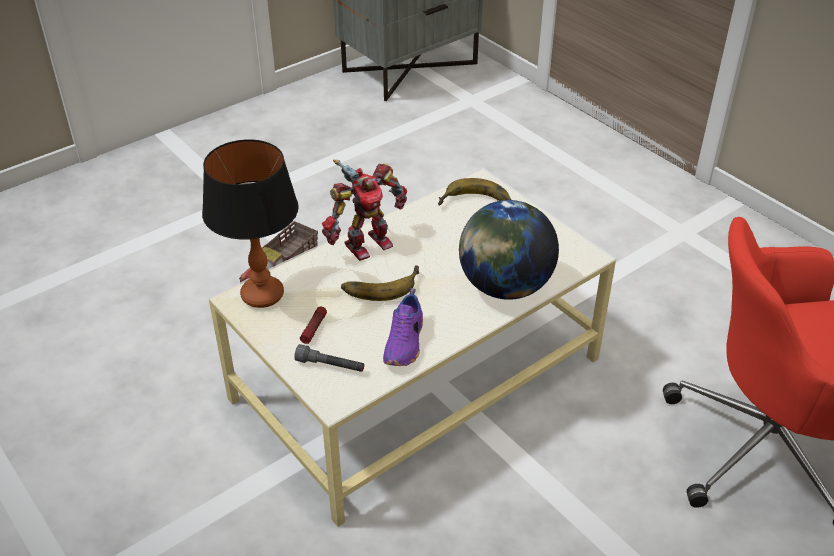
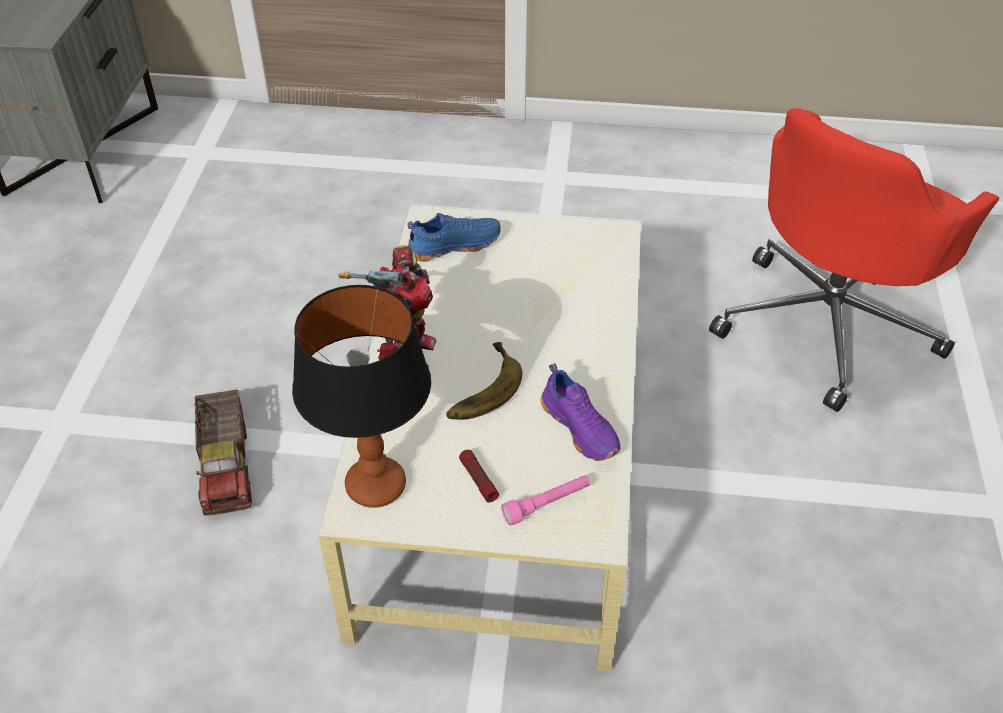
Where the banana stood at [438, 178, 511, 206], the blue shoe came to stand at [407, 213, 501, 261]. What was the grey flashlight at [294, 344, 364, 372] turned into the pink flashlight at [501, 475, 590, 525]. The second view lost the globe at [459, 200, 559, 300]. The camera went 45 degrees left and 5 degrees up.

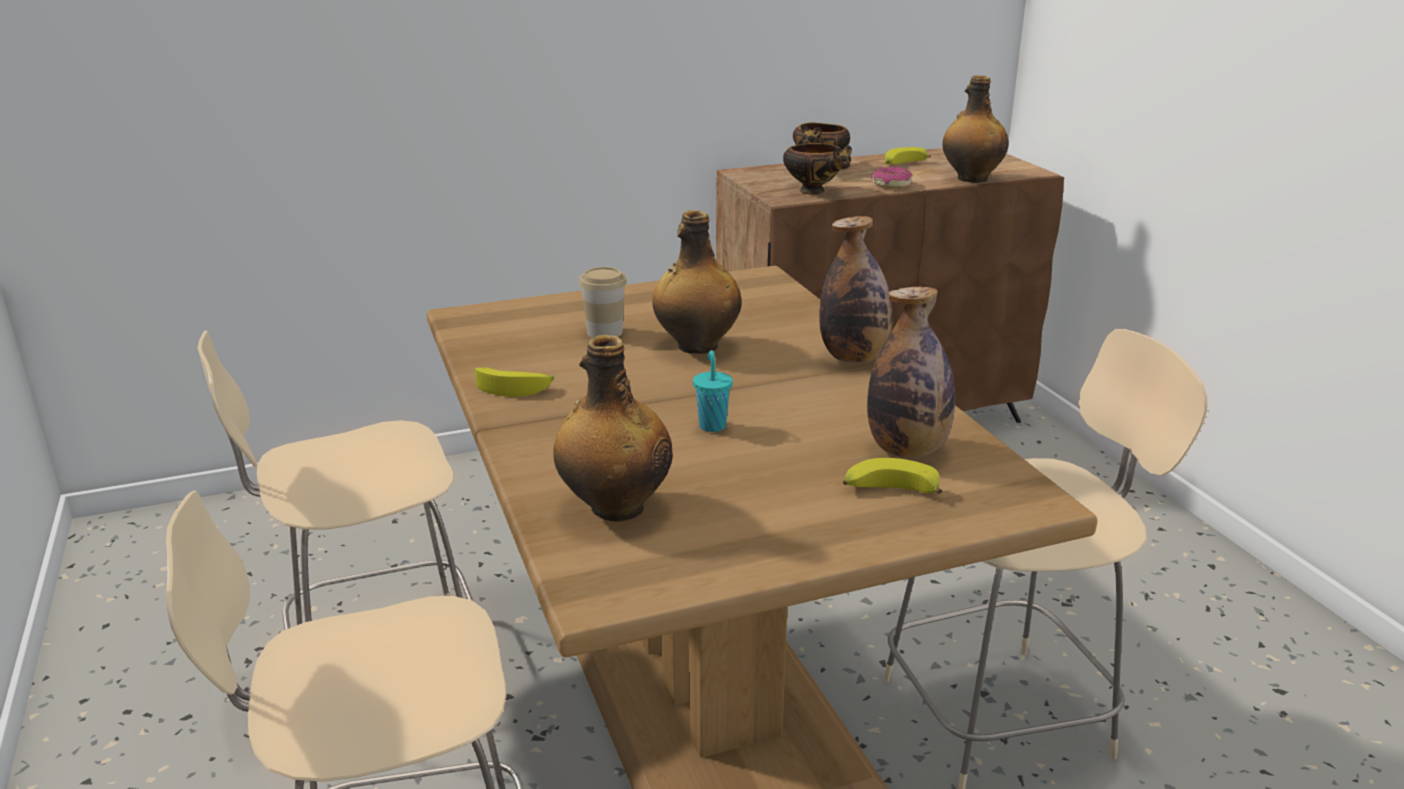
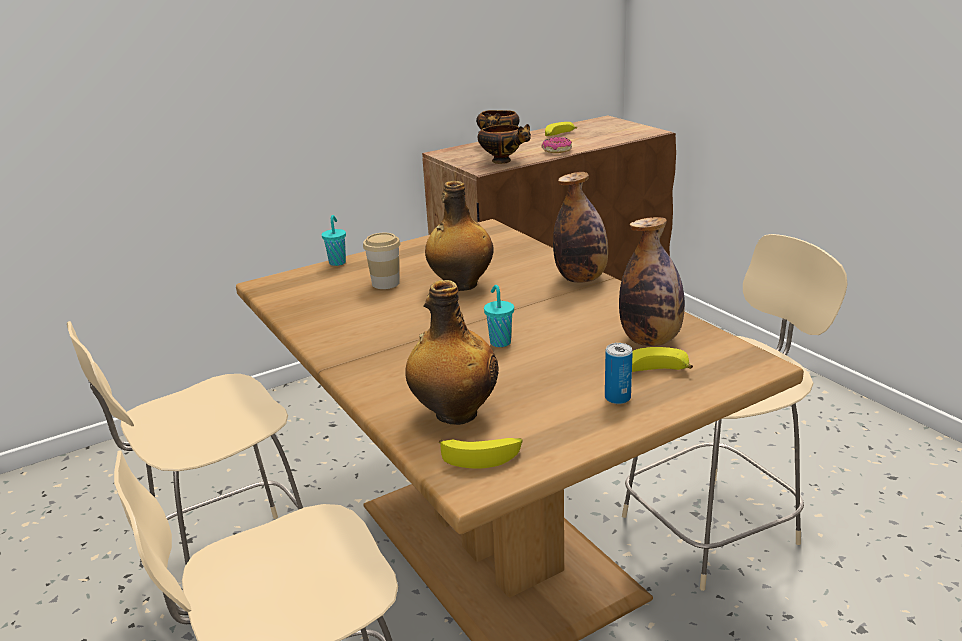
The second view gained the turquoise cup at [322, 215, 346, 266]. The banana ended up elsewhere, having gone from [475, 368, 554, 397] to [439, 438, 523, 469]. The second view gained the can at [605, 343, 633, 404]. The second view lost the bottle at [942, 75, 1009, 183]. The camera went 10 degrees left and 0 degrees up.

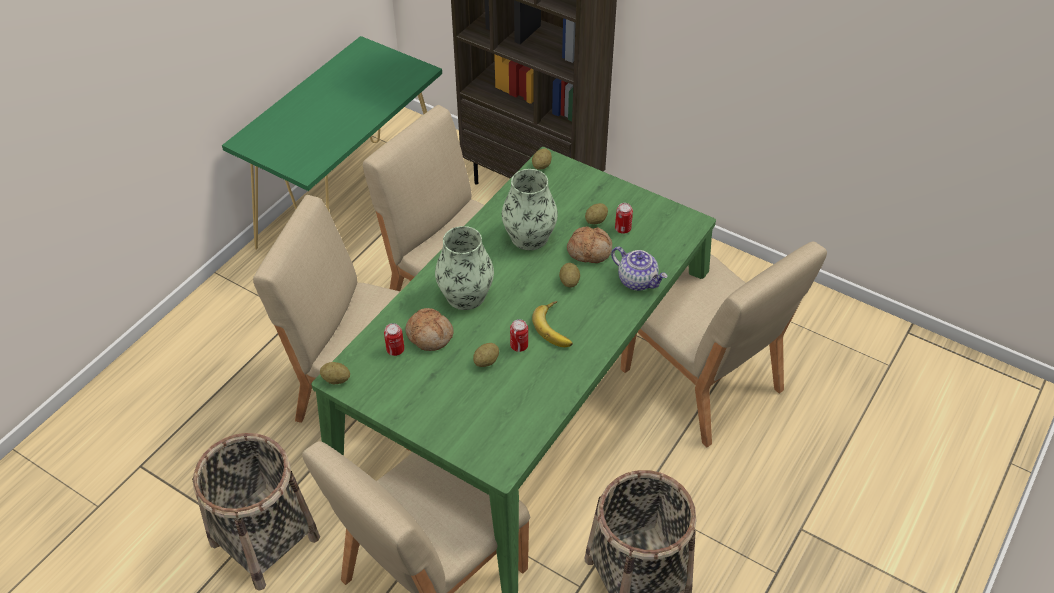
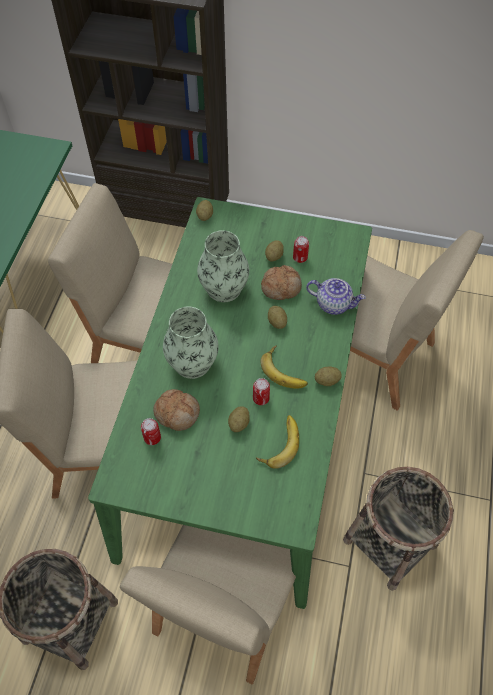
The second view gained the banana at [256, 415, 299, 469]. The potato ended up elsewhere, having gone from [320, 362, 350, 384] to [315, 366, 342, 386]. The camera went 20 degrees left and 10 degrees up.

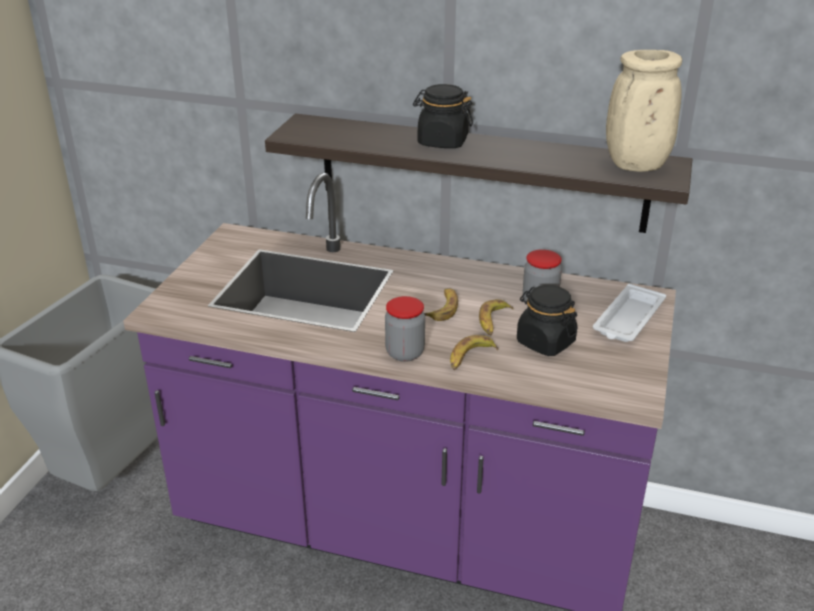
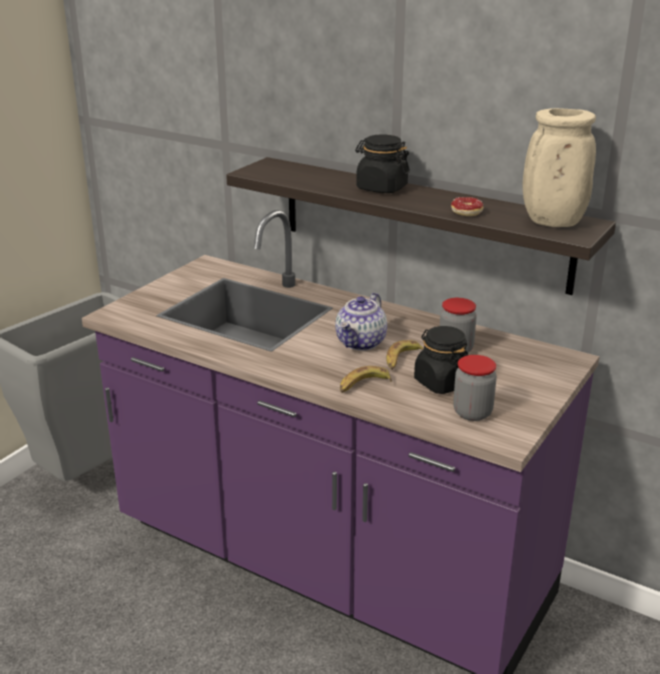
Where the banana stood at [424, 288, 458, 321], the teapot came to stand at [335, 293, 387, 351]. The second view gained the donut at [451, 197, 483, 216]. The jar ended up elsewhere, having gone from [385, 296, 425, 362] to [453, 355, 497, 421]. The second view lost the white tray at [593, 284, 666, 342]. The camera went 15 degrees right and 5 degrees down.

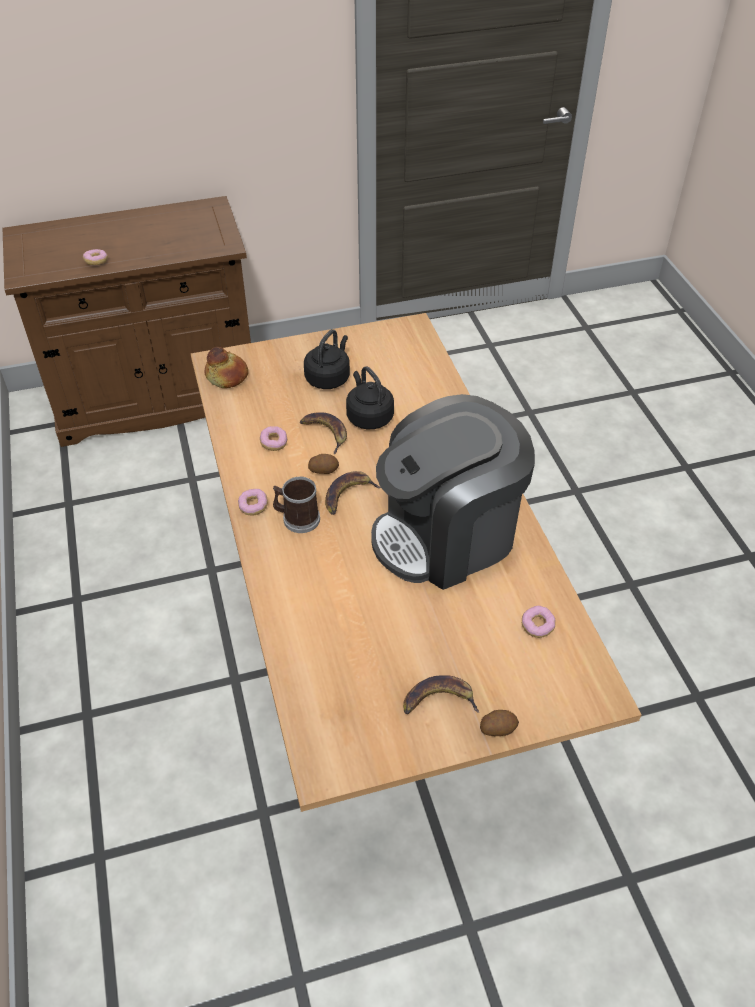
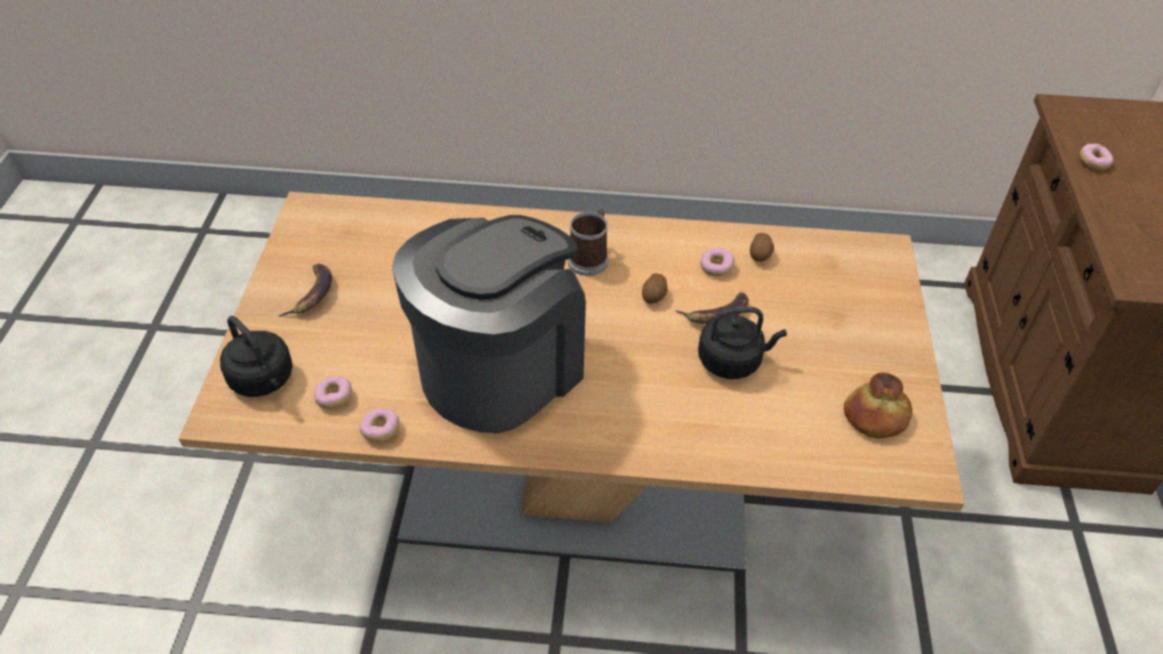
The black kettle ended up elsewhere, having gone from [304, 329, 350, 389] to [220, 316, 293, 397]. The donut ended up elsewhere, having gone from [238, 489, 268, 515] to [359, 408, 400, 442]. The coffee machine at [371, 394, 535, 590] ended up facing another way, 45 degrees clockwise from before. The potato ended up elsewhere, having gone from [480, 710, 519, 736] to [750, 233, 774, 262]. The bread ended up elsewhere, having gone from [204, 347, 248, 388] to [844, 372, 912, 438]. The second view lost the banana at [325, 471, 381, 515]. The camera went 110 degrees right and 0 degrees up.

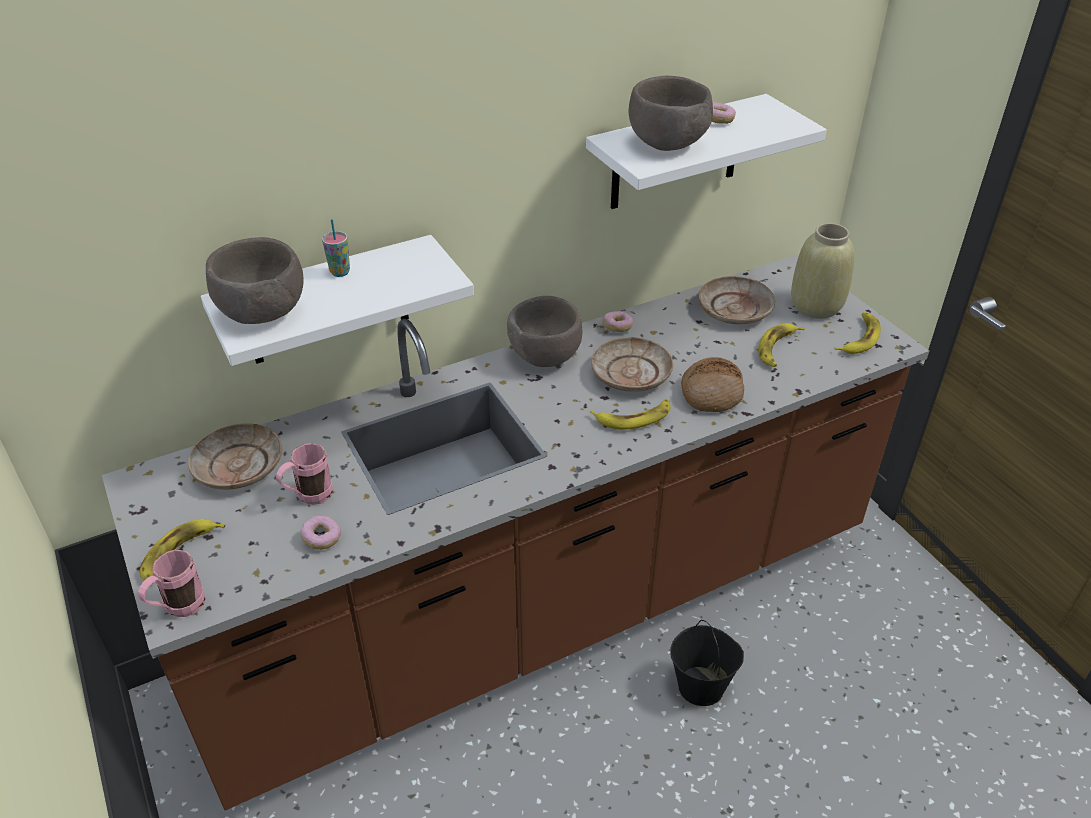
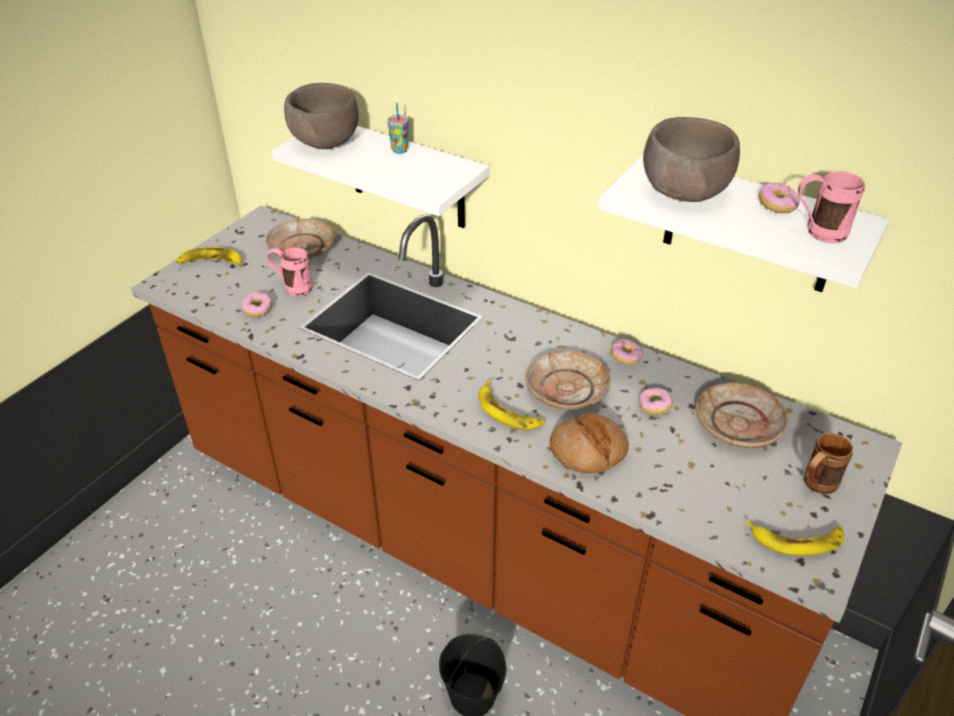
The second view gained the donut at [638, 388, 673, 415]. The pink mug ended up elsewhere, having gone from [138, 550, 205, 617] to [798, 171, 865, 243]. Where the beige vase stood at [791, 223, 855, 319], the brown mug came to stand at [804, 433, 853, 494]. The second view lost the brown bowl at [507, 296, 582, 367]. The second view lost the banana at [758, 323, 805, 367]. The camera went 60 degrees right and 0 degrees up.

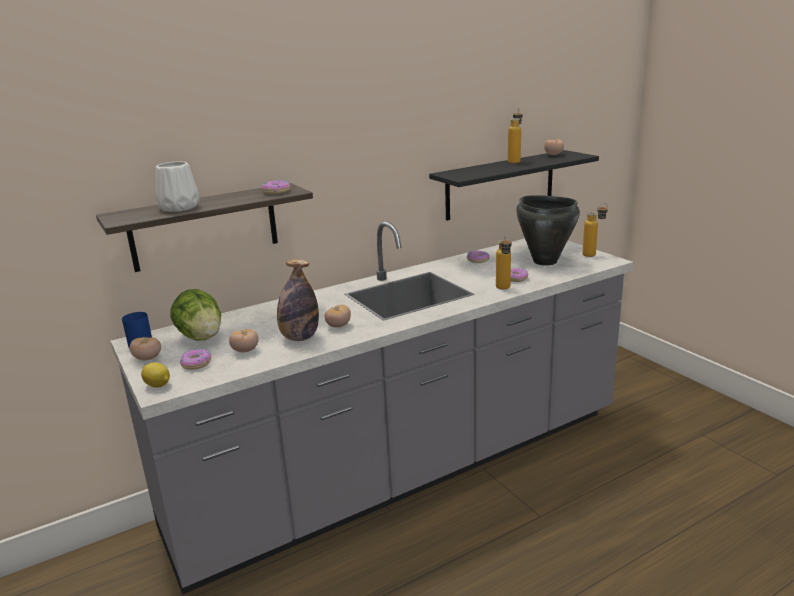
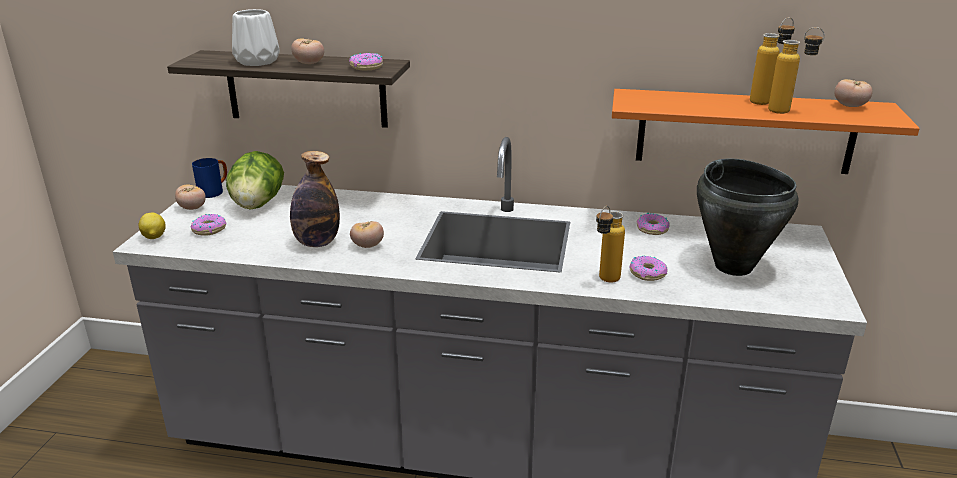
The tomato ended up elsewhere, having gone from [229, 329, 259, 352] to [291, 39, 324, 64]. What was the black shelf at [429, 150, 599, 221] turned into the orange shelf at [612, 89, 920, 174]. The bottle ended up elsewhere, having gone from [582, 203, 608, 257] to [768, 27, 825, 114]. The camera went 40 degrees right and 5 degrees up.

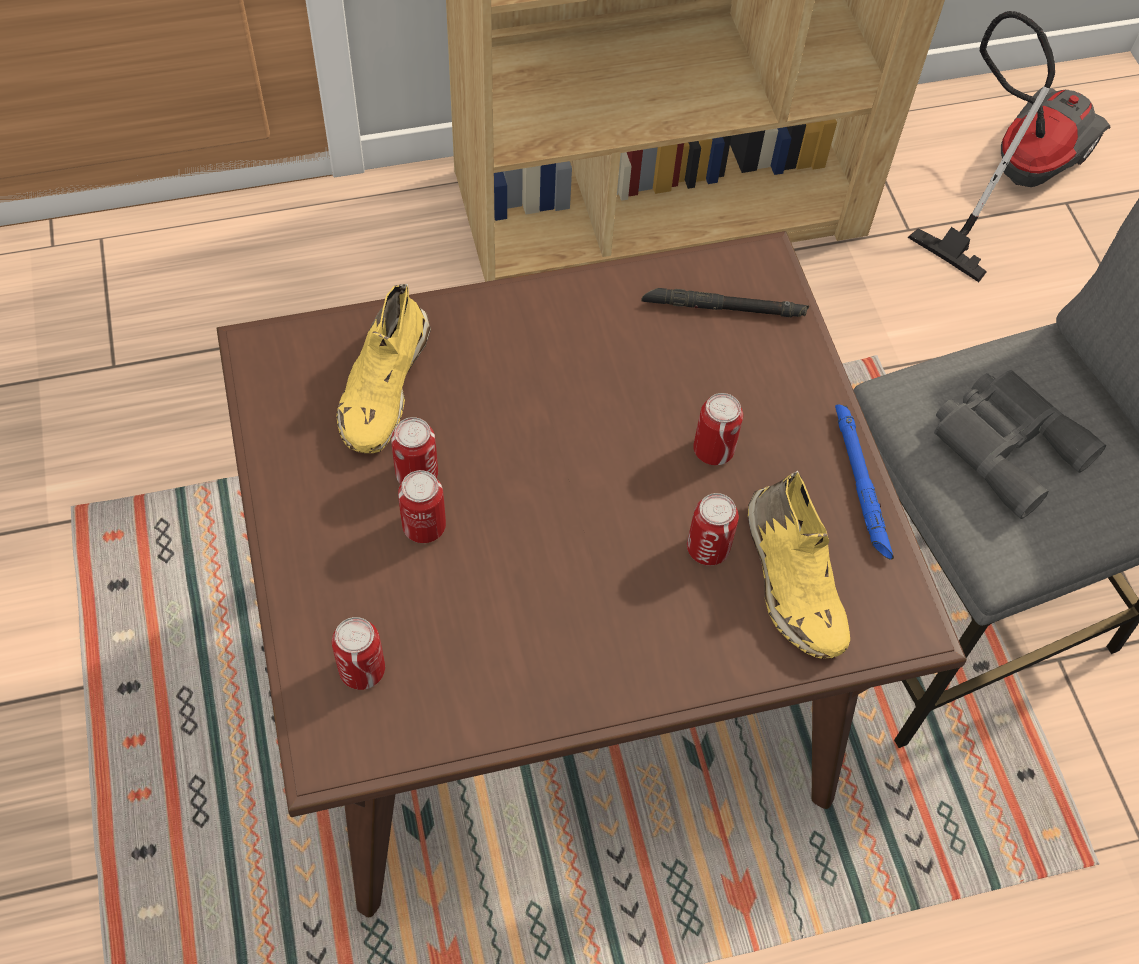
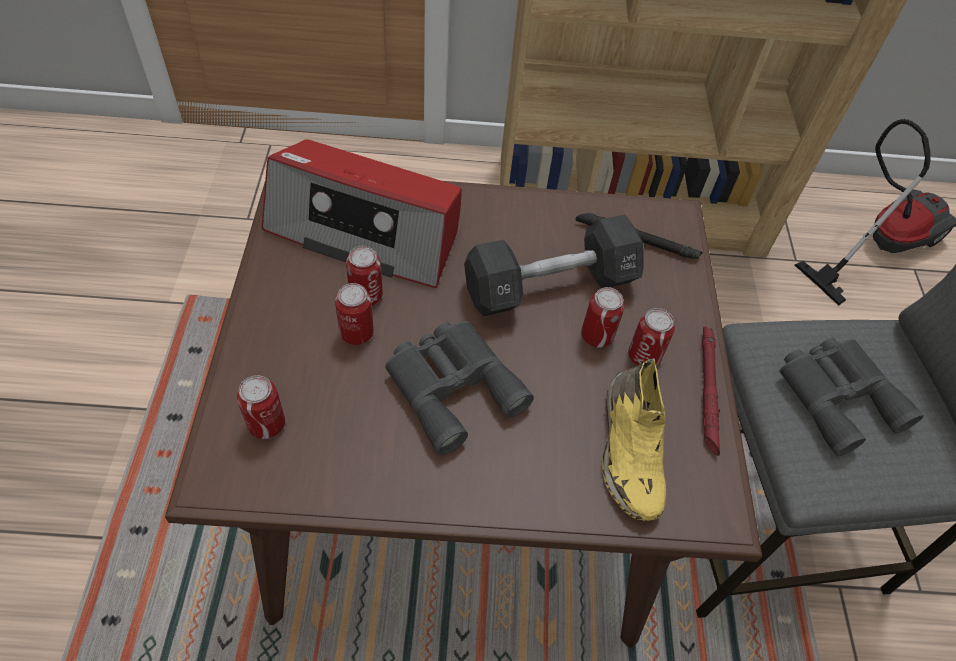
Where the yellow shoe stood at [337, 284, 431, 453], the radio came to stand at [262, 139, 462, 288]. The second view gained the grey binoculars at [385, 321, 534, 455]. The second view gained the black dumbbell at [464, 214, 644, 316]. The can ended up elsewhere, having gone from [687, 493, 739, 566] to [628, 308, 675, 366]. What was the blue flashlight at [835, 404, 894, 559] turned into the red flashlight at [702, 327, 720, 456]. The camera went 15 degrees right and 5 degrees down.

